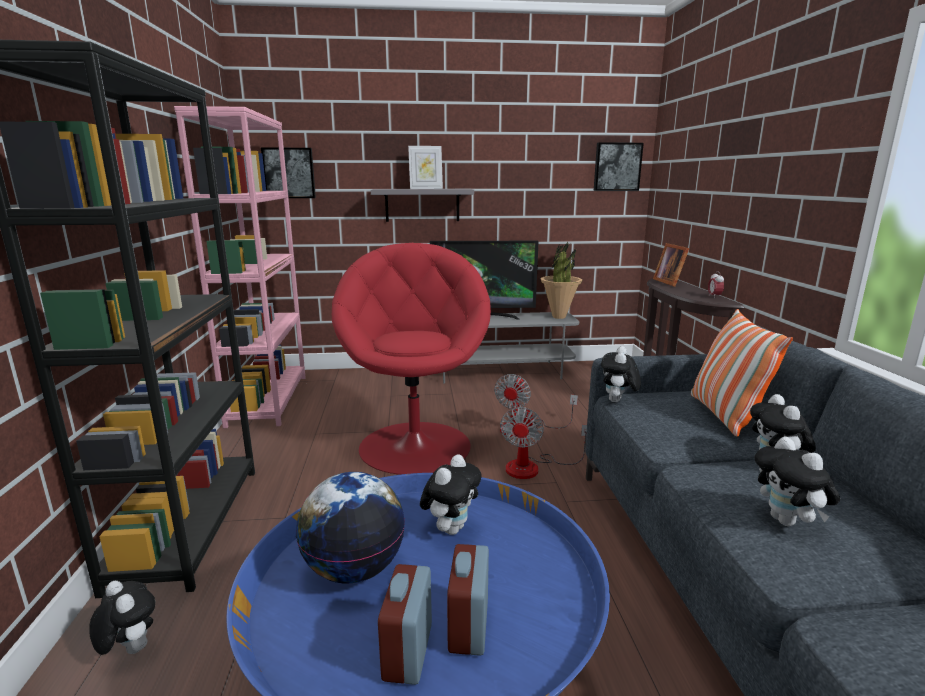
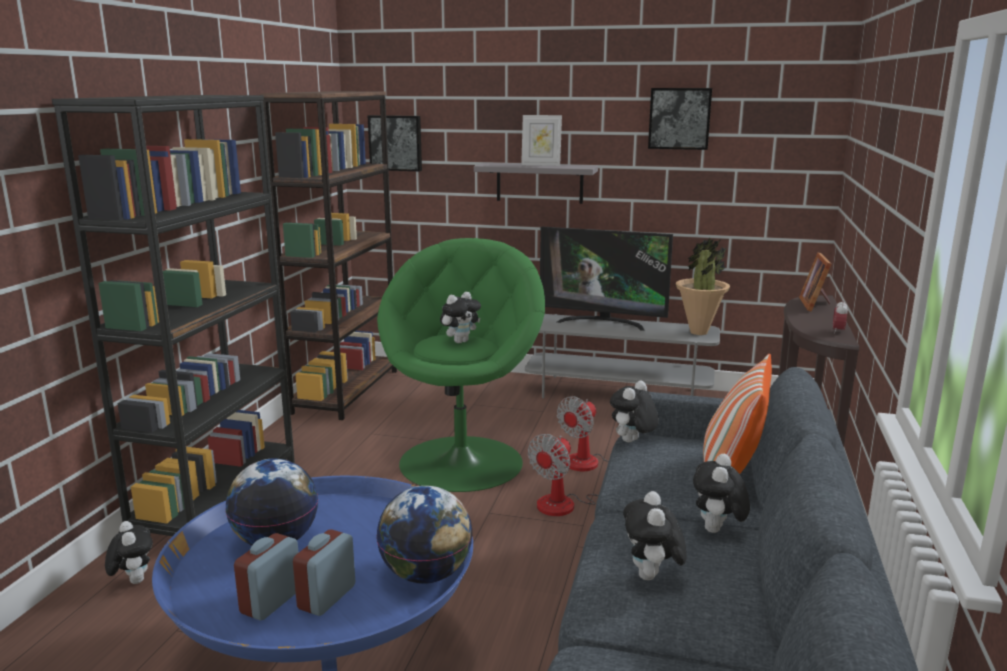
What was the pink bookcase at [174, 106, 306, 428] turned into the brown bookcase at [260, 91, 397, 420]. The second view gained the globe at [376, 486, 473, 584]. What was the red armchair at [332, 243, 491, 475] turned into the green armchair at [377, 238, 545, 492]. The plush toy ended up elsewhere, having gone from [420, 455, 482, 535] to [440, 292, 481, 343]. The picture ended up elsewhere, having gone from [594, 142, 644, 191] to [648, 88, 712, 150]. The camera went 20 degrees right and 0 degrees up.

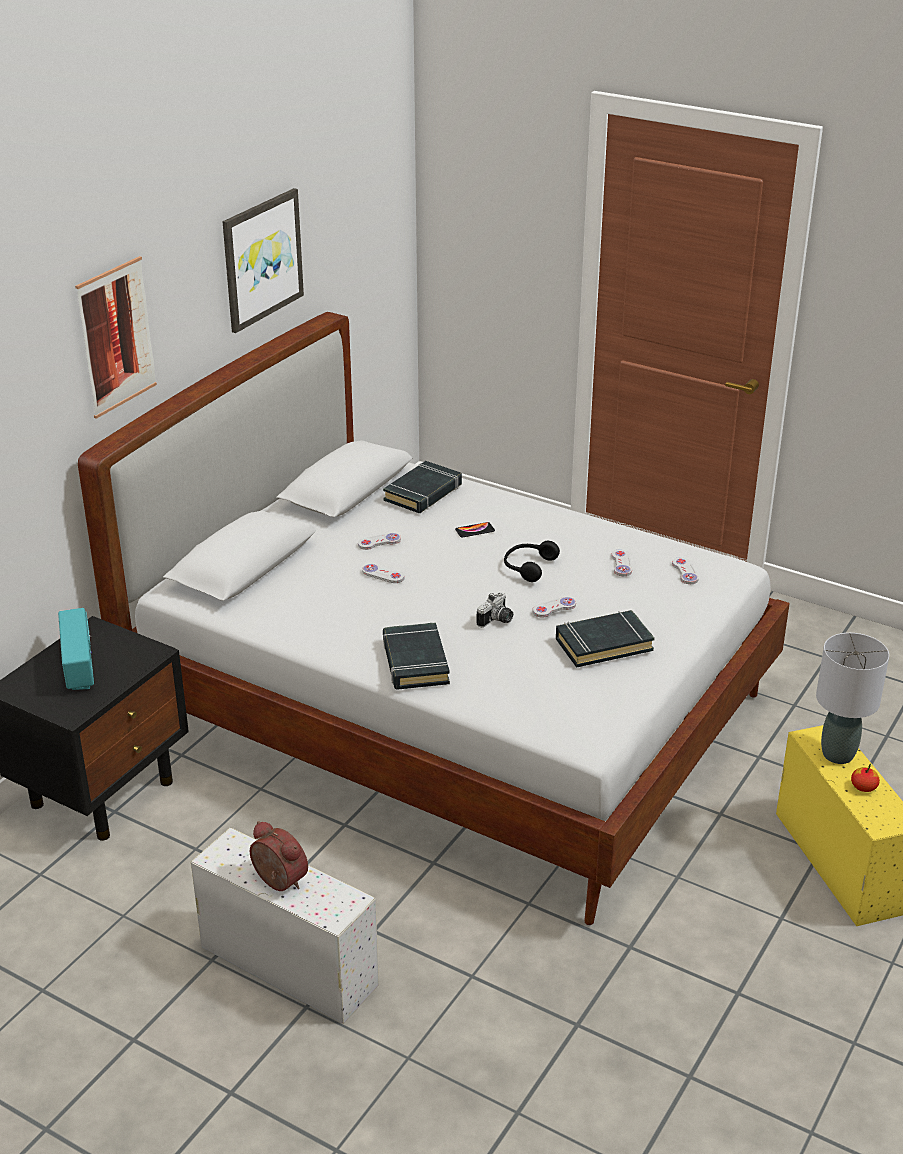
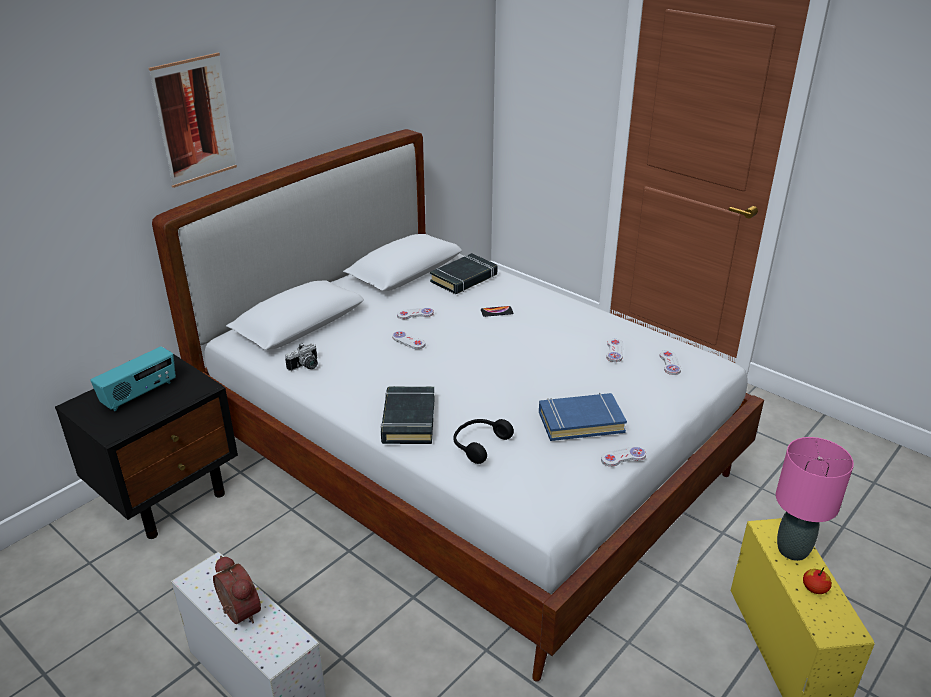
The radio at [58, 608, 94, 690] ended up facing another way, 45 degrees clockwise from before. The photo camera ended up elsewhere, having gone from [477, 592, 513, 628] to [285, 343, 318, 371]. The black headphones ended up elsewhere, having gone from [504, 541, 560, 582] to [453, 419, 514, 464]. What was the black book at [556, 610, 655, 668] turned into the blue book at [539, 393, 627, 441]. The white game controller ended up elsewhere, having gone from [532, 597, 576, 618] to [601, 446, 646, 467]. What was the grey table lamp at [816, 633, 889, 764] turned into the pink table lamp at [776, 437, 854, 561]. The second view lost the picture at [223, 188, 304, 333]. The camera went 10 degrees right and 0 degrees up.

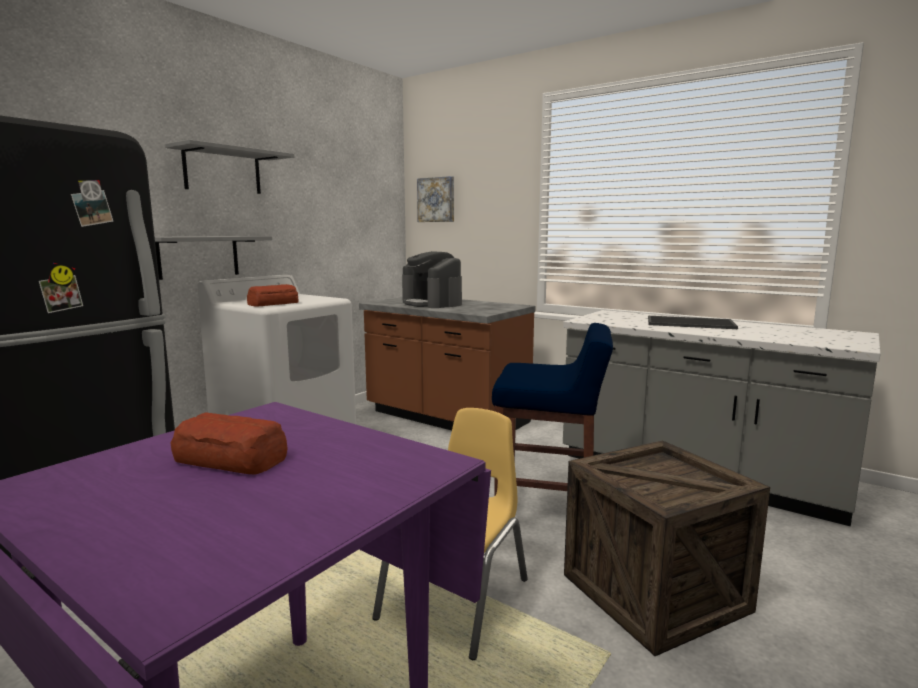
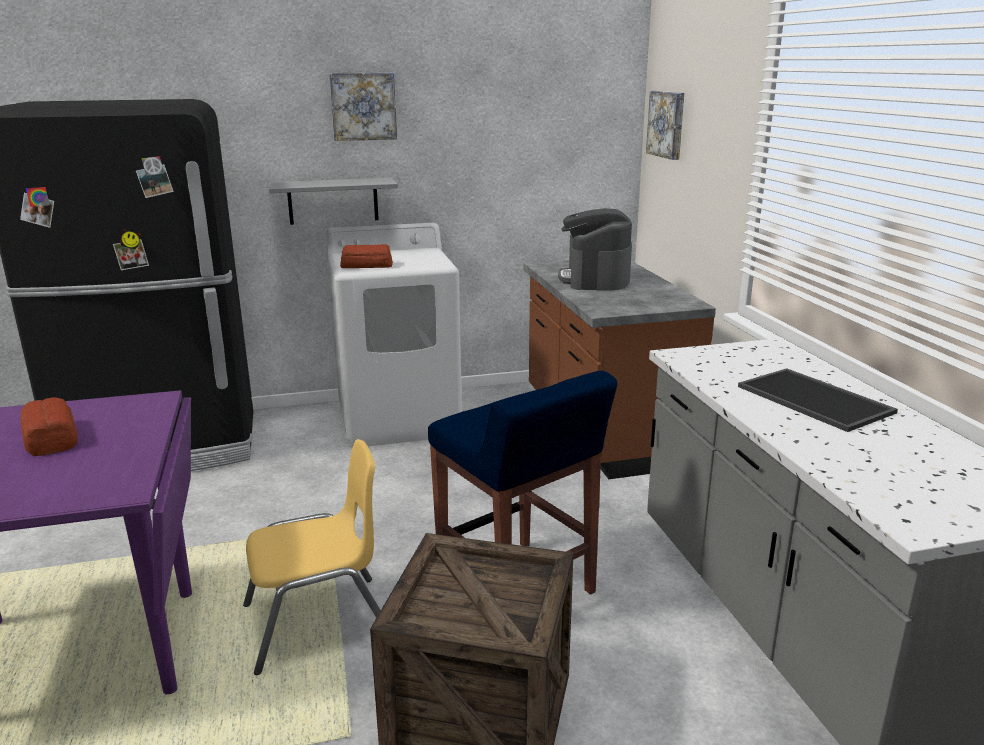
Where the grey shelf hung at [165, 139, 294, 194], the picture came to hang at [329, 73, 397, 141]. The camera went 40 degrees right and 10 degrees up.

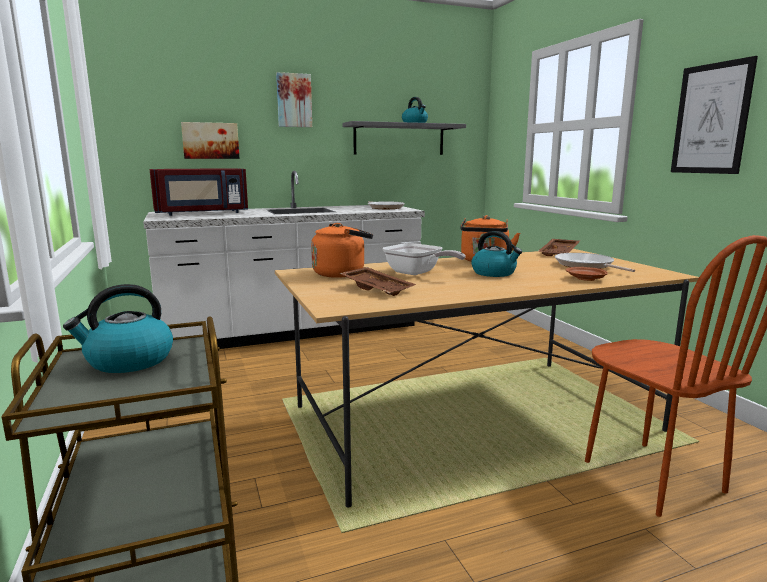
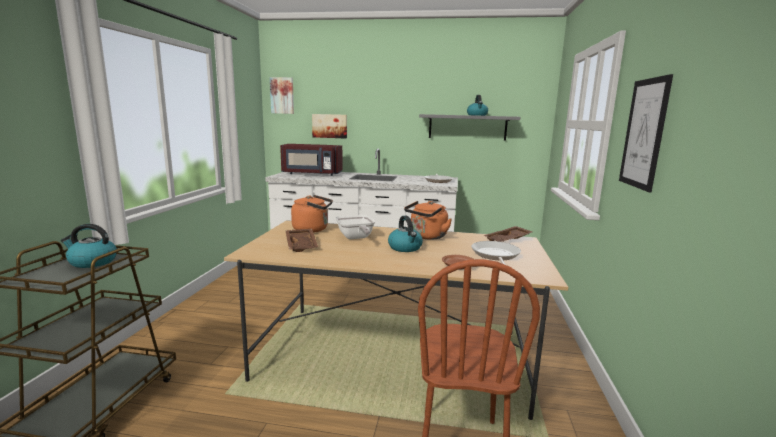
The picture ended up elsewhere, having gone from [276, 72, 312, 127] to [270, 77, 294, 114]. The camera went 30 degrees right and 0 degrees up.

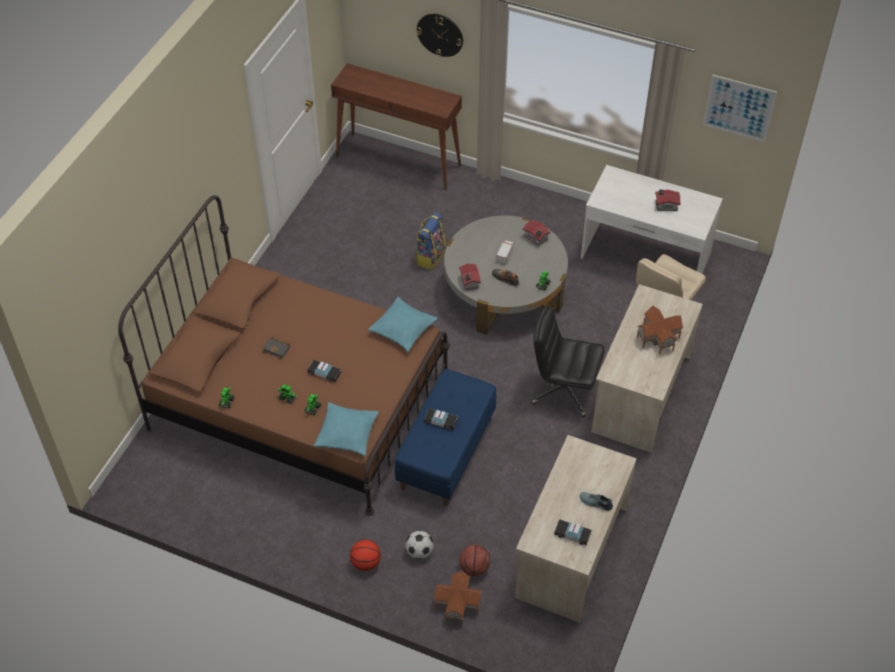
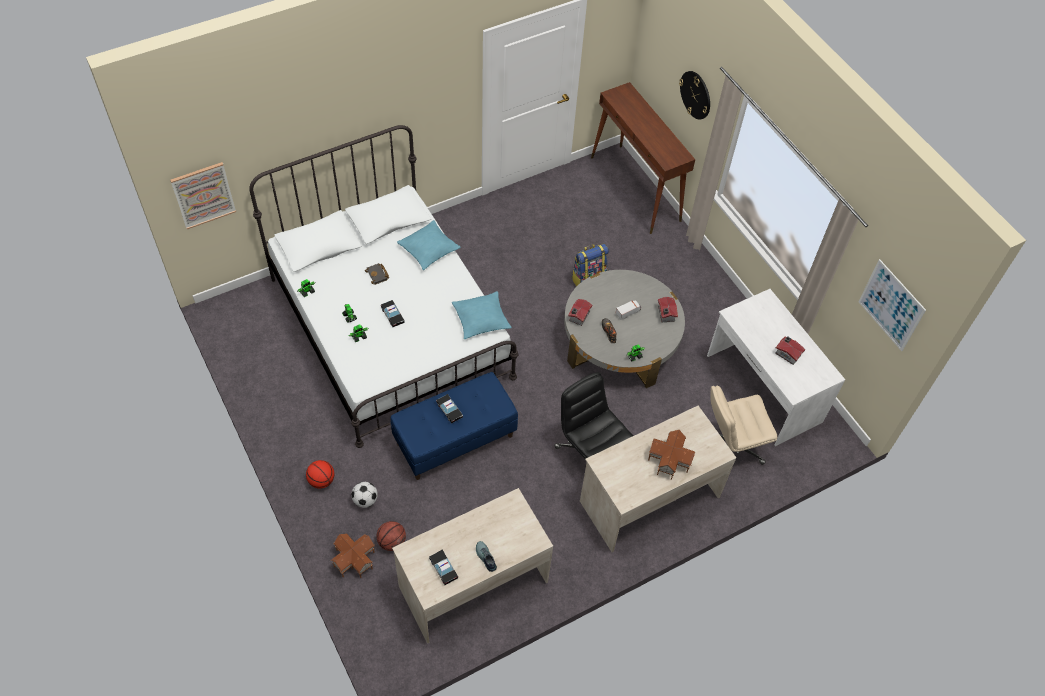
The second view gained the picture at [170, 162, 236, 229]. What was the brown bed at [118, 195, 450, 516] turned into the white bed at [249, 125, 519, 448]. The turquoise pillow ended up elsewhere, having gone from [314, 402, 379, 456] to [397, 220, 461, 270]. The camera went 35 degrees right and 5 degrees up.

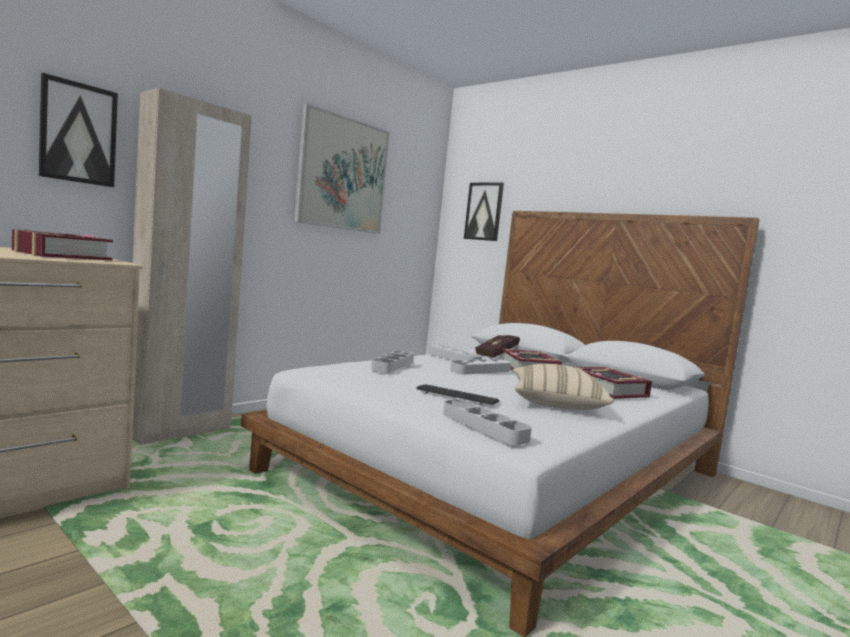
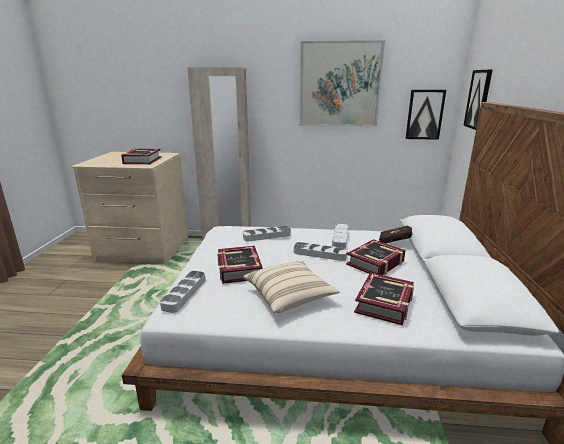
Where the keyboard stood at [416, 384, 500, 405], the book came to stand at [217, 246, 263, 284]. The picture ended up elsewhere, having gone from [39, 73, 118, 187] to [405, 90, 446, 140]. The camera went 55 degrees right and 15 degrees up.

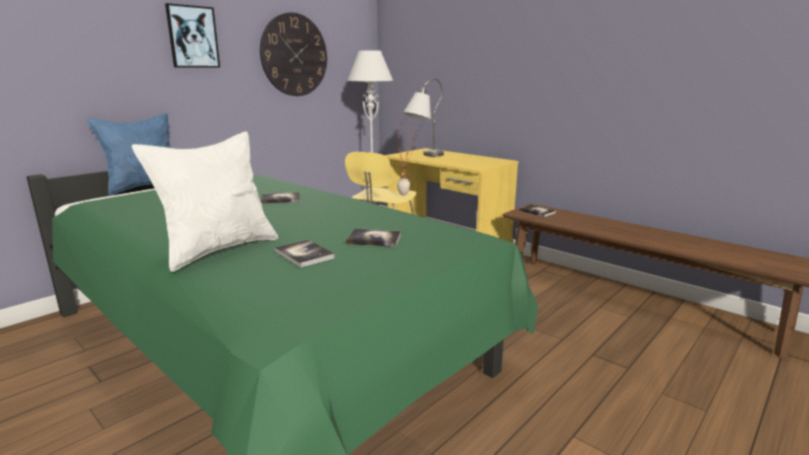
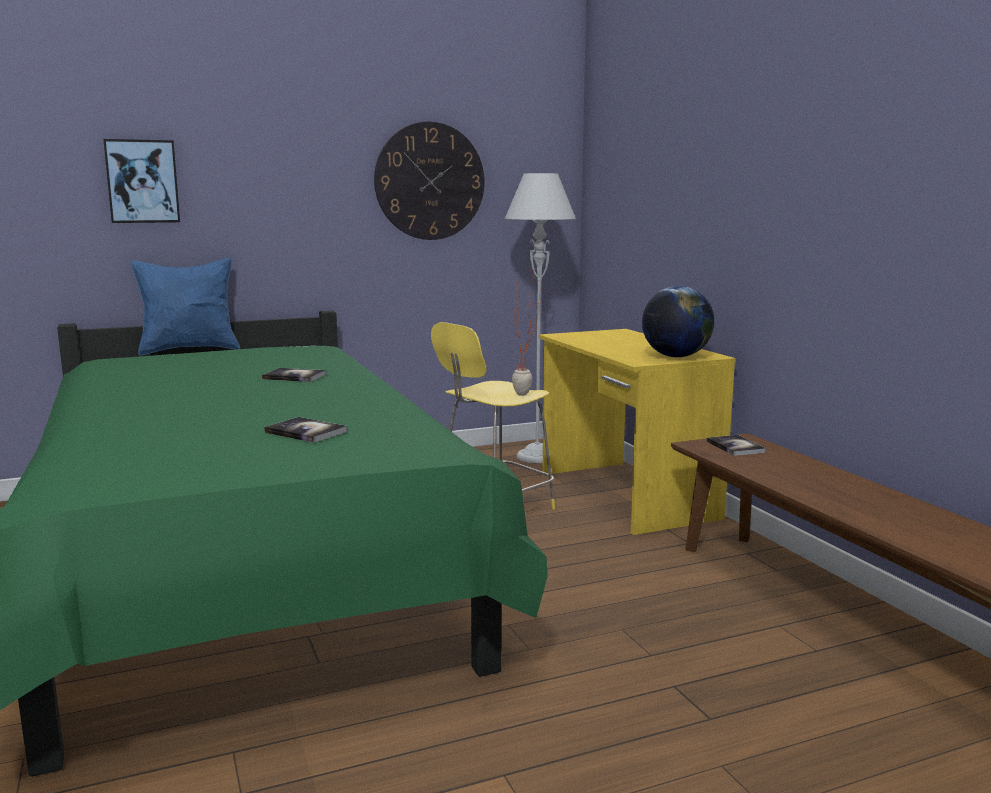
The picture ended up elsewhere, having gone from [165, 3, 220, 68] to [103, 139, 180, 223]. The second view gained the globe at [642, 286, 714, 358]. The second view lost the white pillow at [132, 131, 278, 272]. The second view lost the book at [275, 240, 335, 268]. The second view lost the grey table lamp at [403, 78, 444, 157]. The camera went 25 degrees right and 5 degrees down.

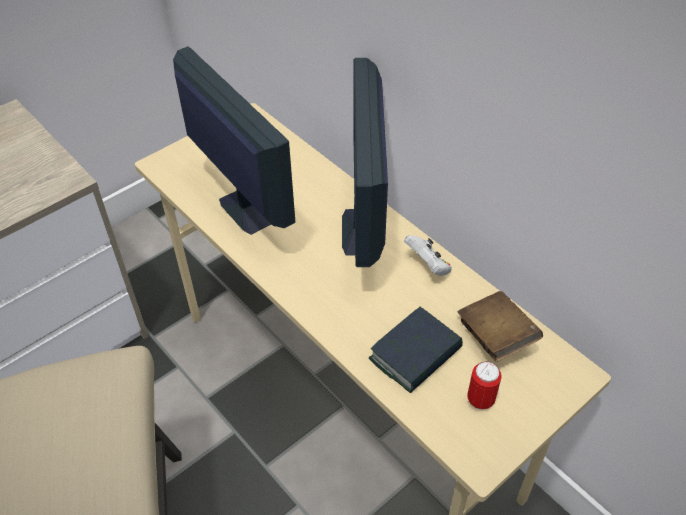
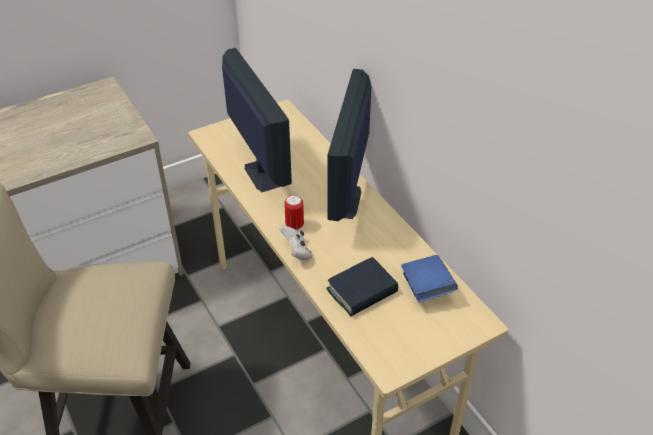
The white game controller ended up elsewhere, having gone from [404, 235, 452, 276] to [279, 225, 313, 261]. The can ended up elsewhere, having gone from [467, 361, 502, 410] to [284, 195, 304, 231]. What was the brown book at [458, 291, 543, 362] turned into the blue book at [401, 255, 458, 302]. The camera went 10 degrees right and 5 degrees down.

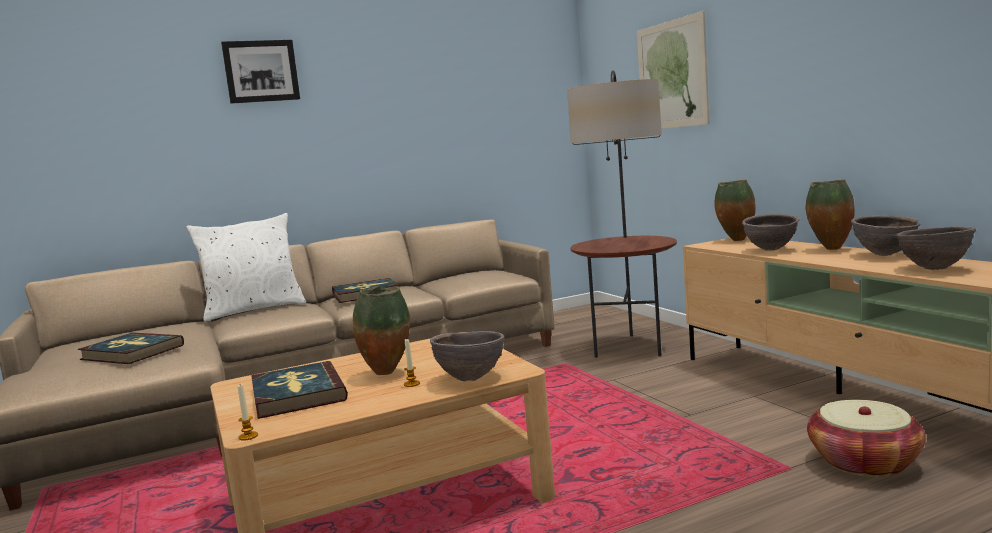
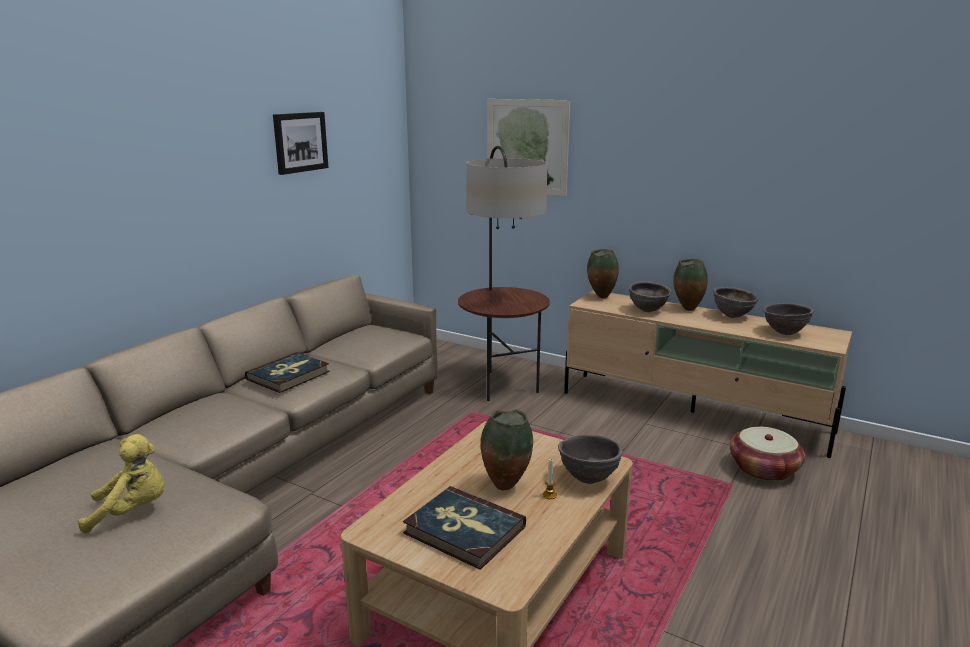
Where the book stood at [78, 332, 184, 364], the yellow plush toy came to stand at [78, 434, 164, 533]. The picture ended up elsewhere, having gone from [221, 40, 300, 104] to [273, 112, 329, 175]. The second view lost the white pillow at [187, 213, 306, 322]. The second view lost the candle at [238, 385, 258, 441]. The camera went 35 degrees left and 10 degrees up.

